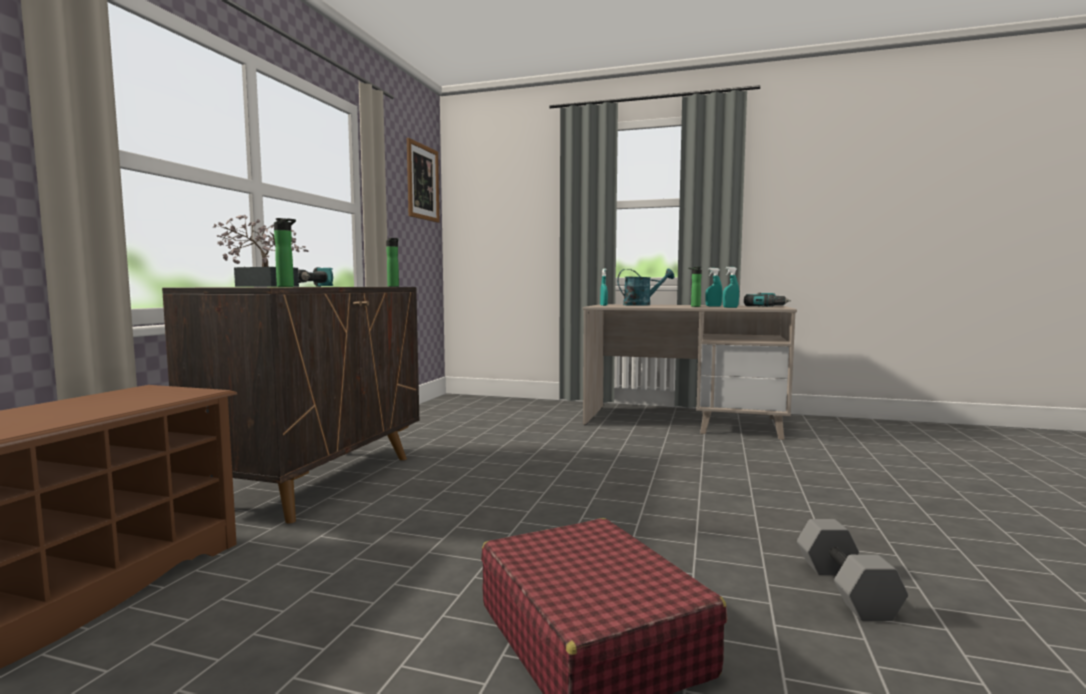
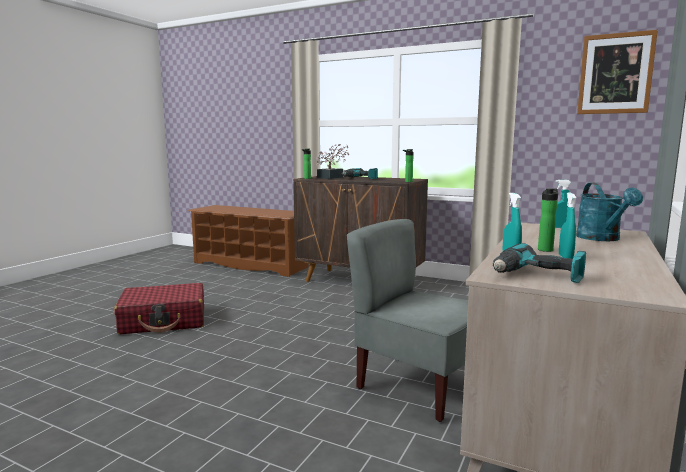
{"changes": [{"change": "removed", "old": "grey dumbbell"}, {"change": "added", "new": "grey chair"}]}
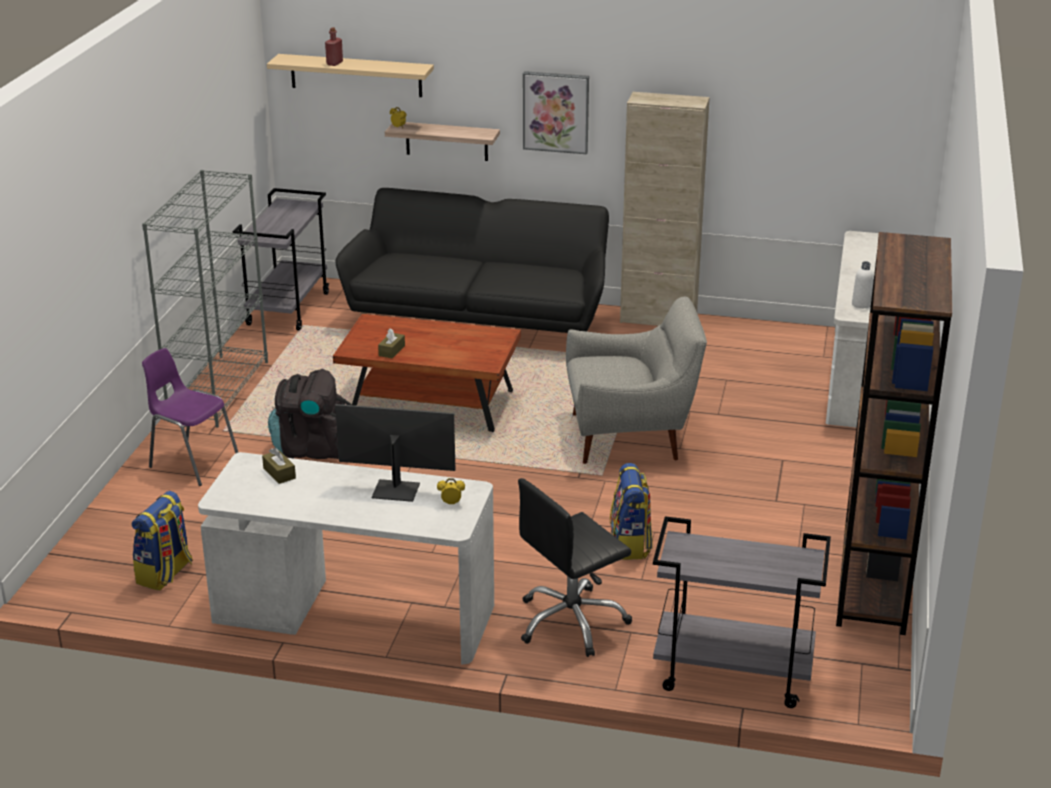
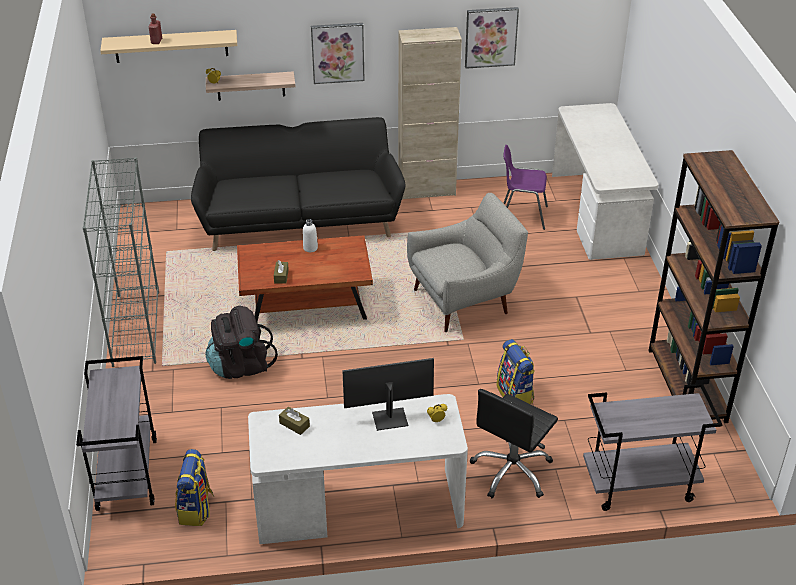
{"changes": [{"change": "added", "new": "picture (2nd from left)"}, {"change": "moved", "old": "purple chair"}, {"change": "moved", "old": "grey cart (1st from left)"}, {"change": "moved", "old": "white bottle"}]}
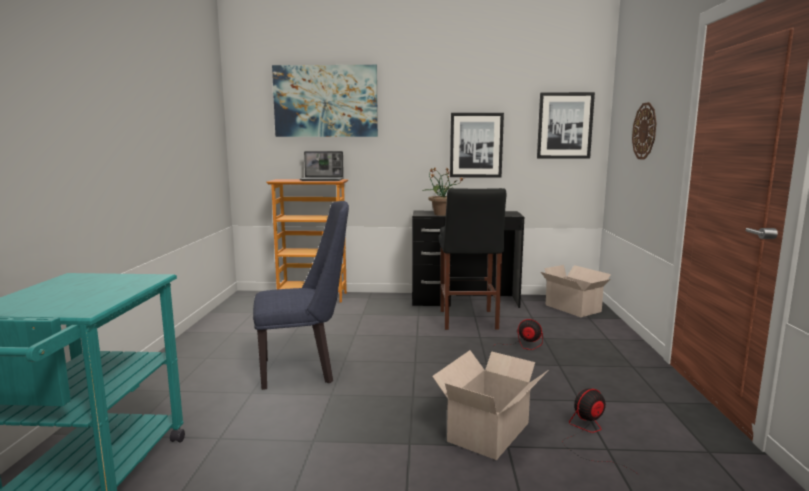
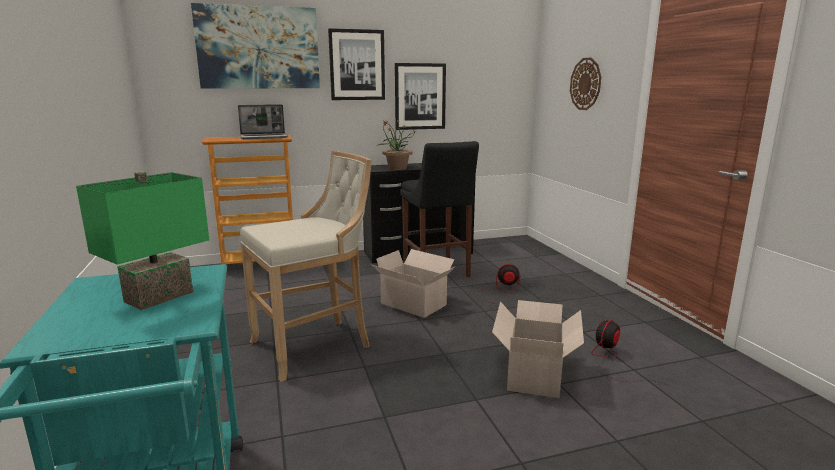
{"changes": [{"change": "added", "new": "green table lamp"}, {"change": "moved", "old": "picture (3rd from left in the first image)", "new": "picture (2nd from left)"}, {"change": "moved", "old": "cardboard box (2nd from left in the first image)", "new": "cardboard box (1st from left)"}, {"change": "replaced", "old": "blue chair", "new": "beige stool"}]}
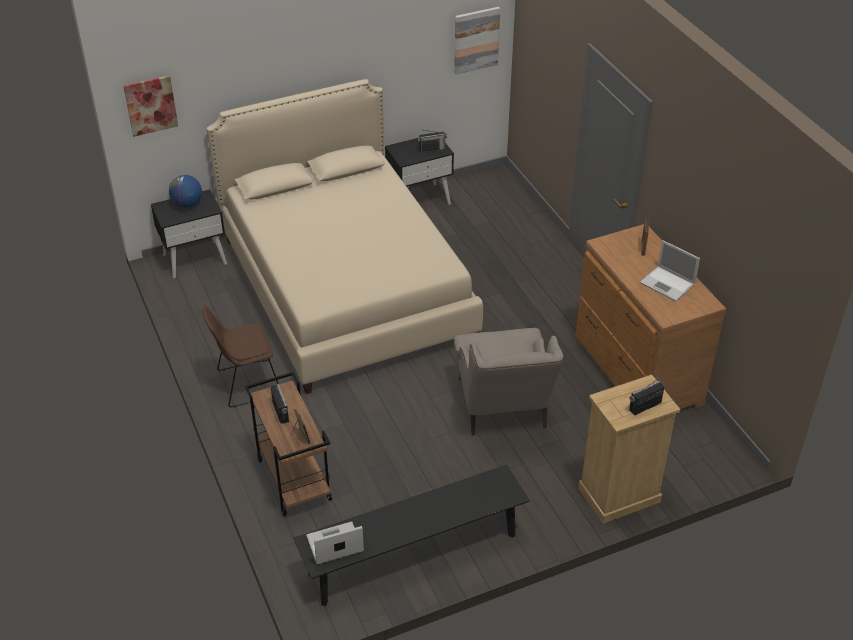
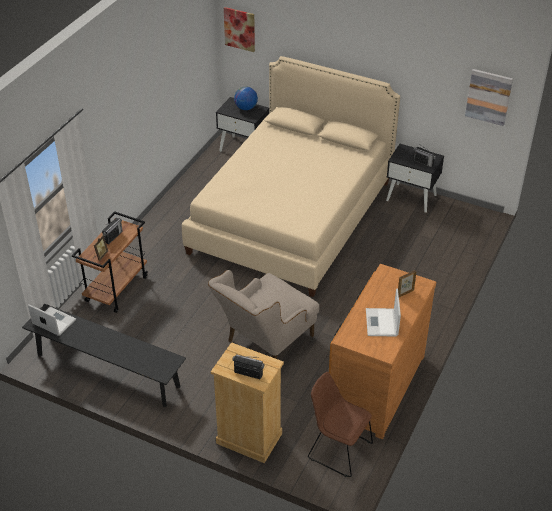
{"changes": [{"change": "moved", "old": "brown chair"}]}
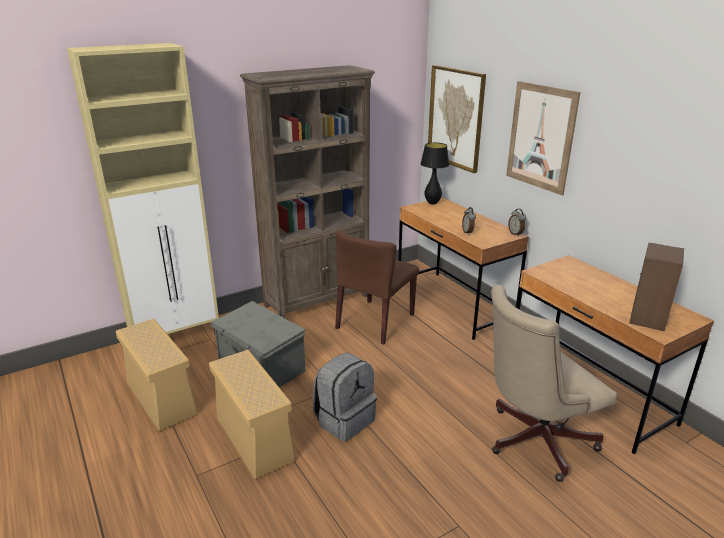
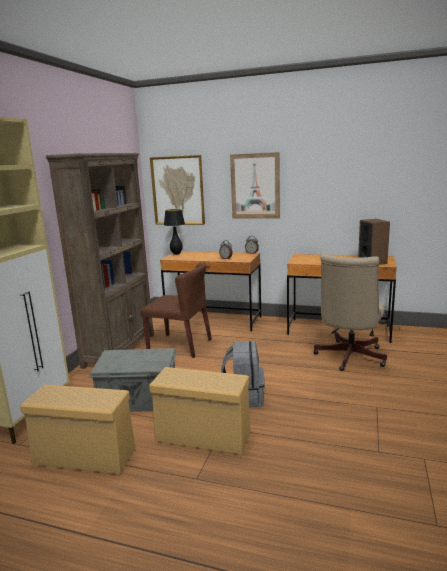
{"changes": [{"change": "turned", "old": "brown chair", "degrees": -60}]}
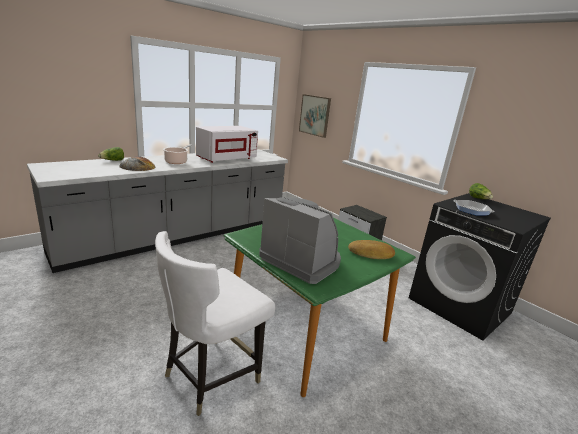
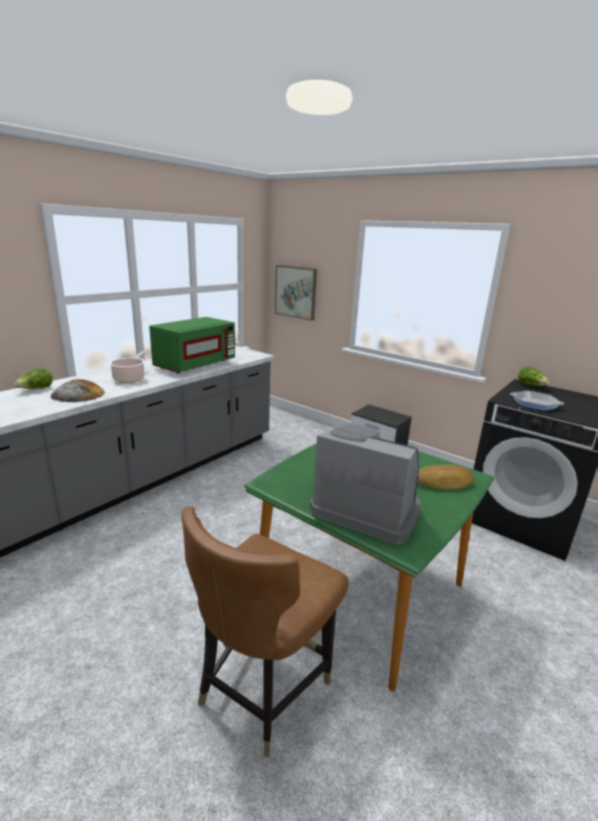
{"changes": [{"change": "recoloured", "old": "white chair", "new": "brown chair"}, {"change": "recoloured", "old": "white microwave", "new": "green microwave"}]}
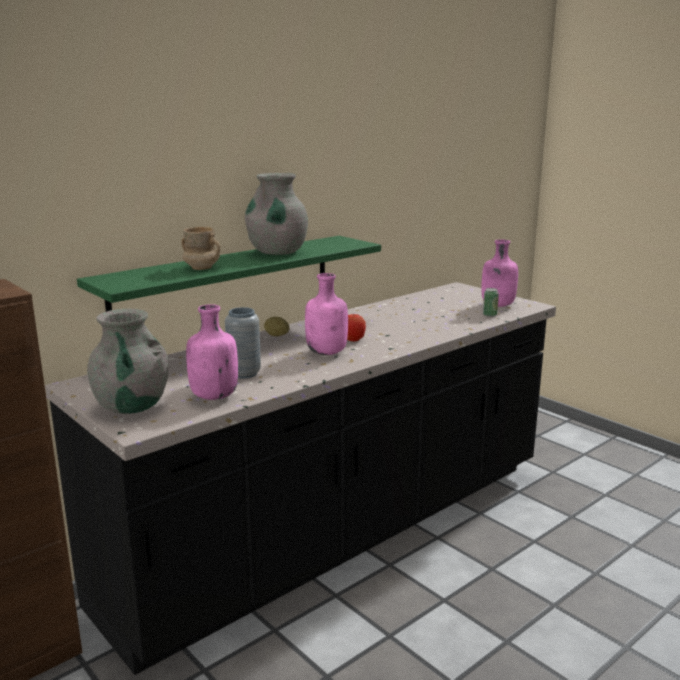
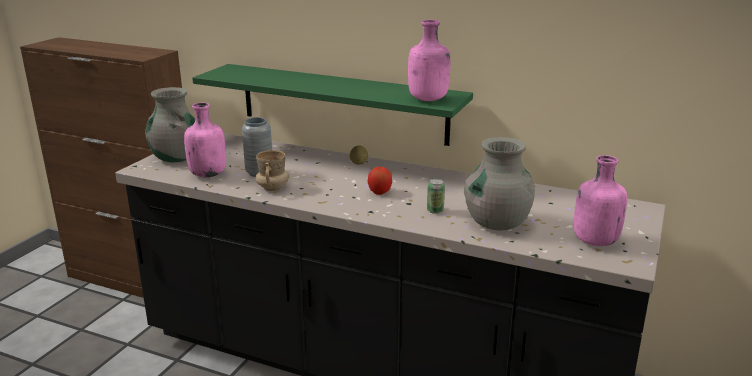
{"changes": [{"change": "moved", "old": "beige mug"}, {"change": "moved", "old": "grey vase (3rd from left)"}, {"change": "moved", "old": "pink bottle (2nd from left)"}, {"change": "moved", "old": "can"}]}
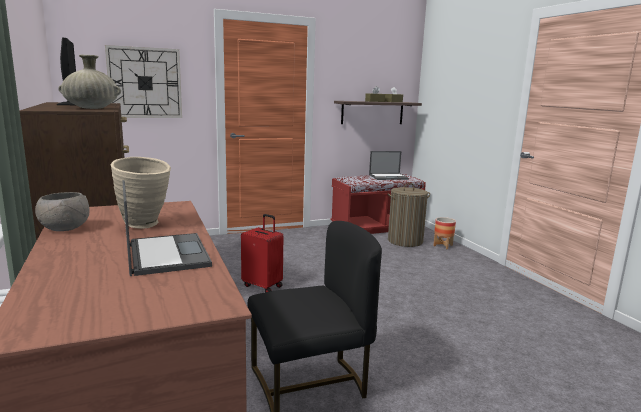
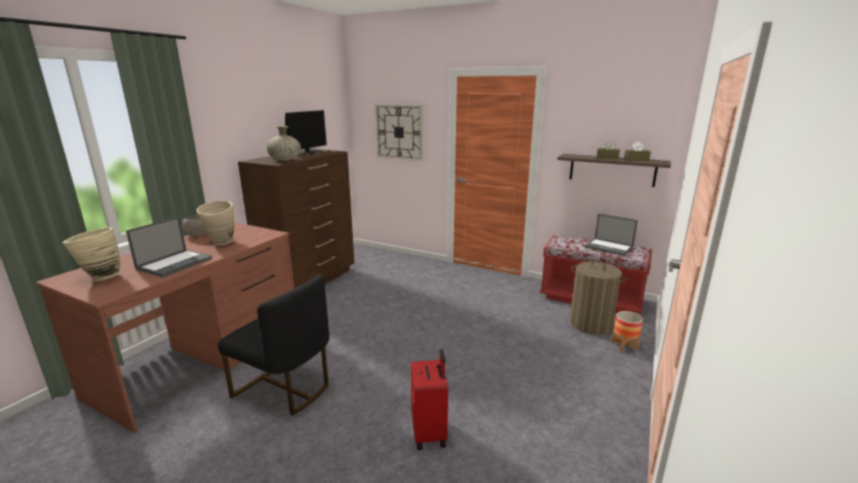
{"changes": [{"change": "added", "new": "beige vase (1st from left)"}, {"change": "moved", "old": "red suitcase"}]}
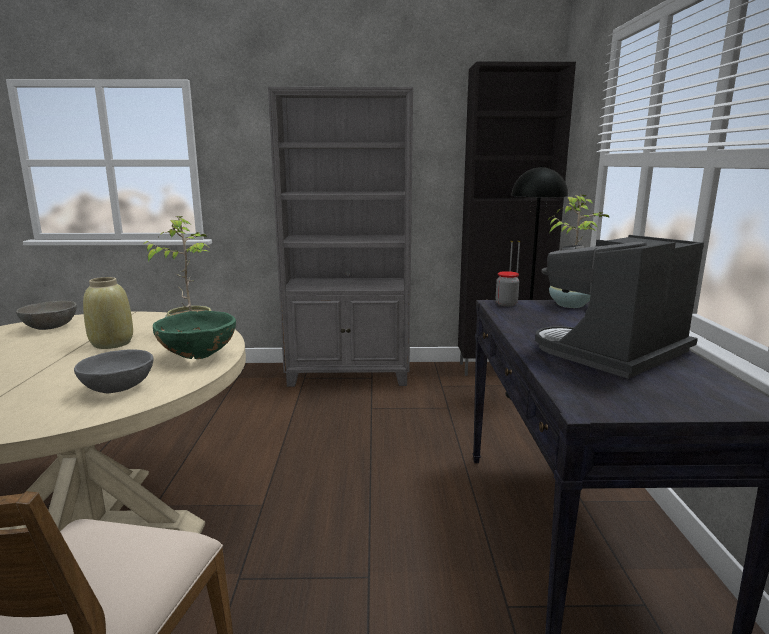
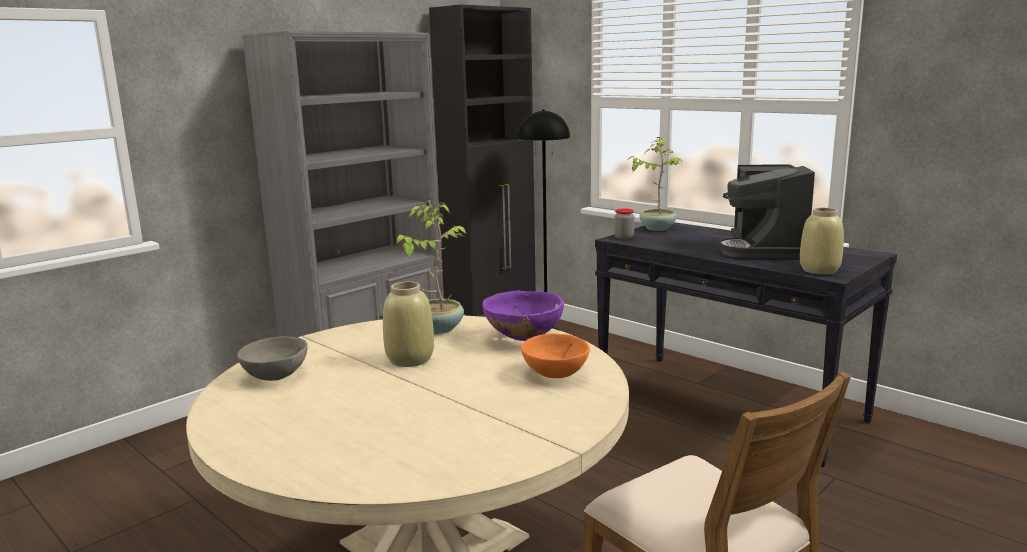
{"changes": [{"change": "added", "new": "beige vase (2nd from left)"}, {"change": "recoloured", "old": "grey bowl (2nd from left)", "new": "orange bowl"}, {"change": "recoloured", "old": "green bowl", "new": "purple bowl"}]}
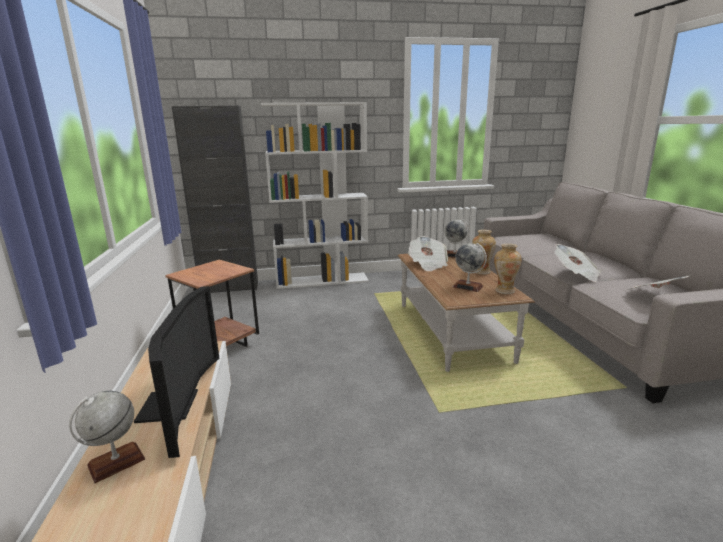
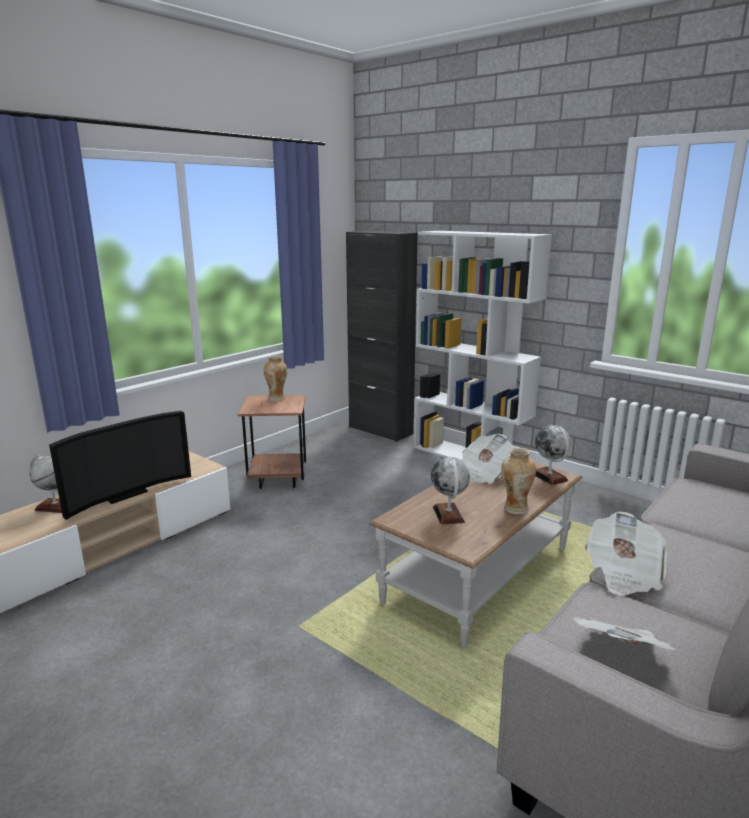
{"changes": [{"change": "moved", "old": "vase (2nd from left in the first image)", "new": "vase (1st from left)"}]}
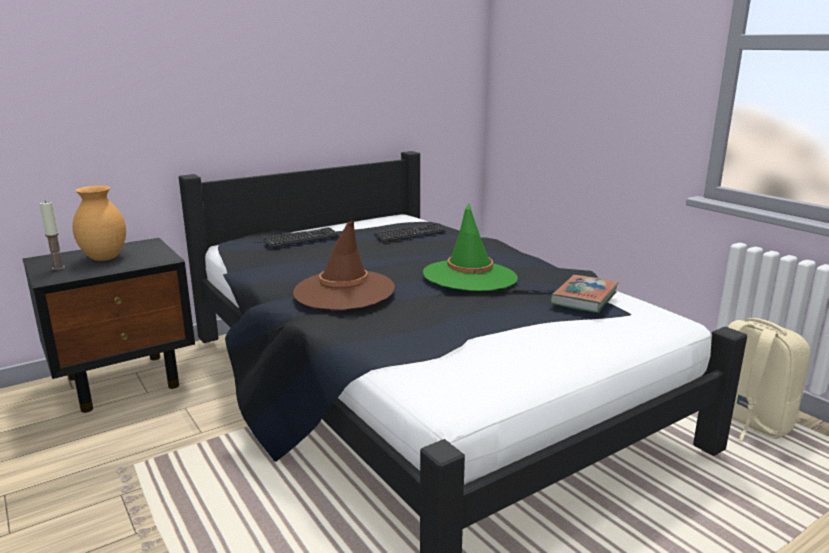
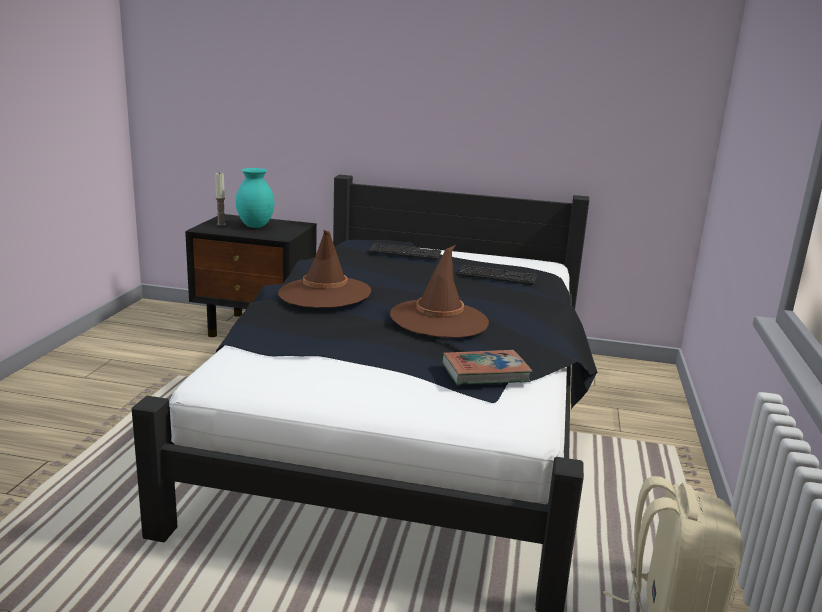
{"changes": [{"change": "recoloured", "old": "brown vase", "new": "turquoise vase"}, {"change": "recoloured", "old": "green hat", "new": "brown hat (2nd from left)"}]}
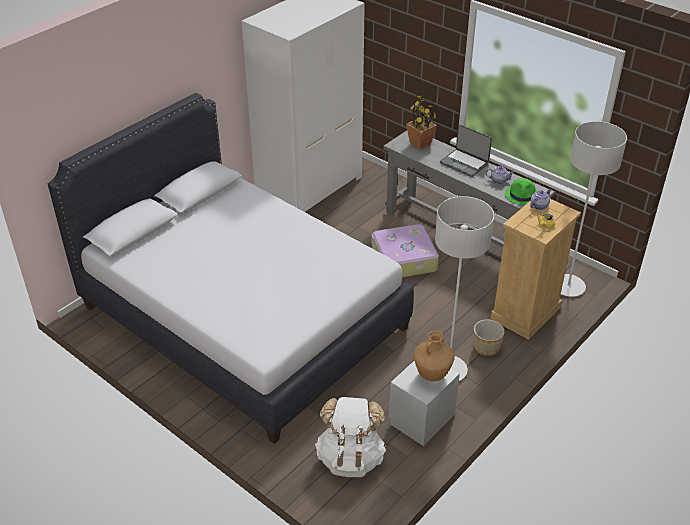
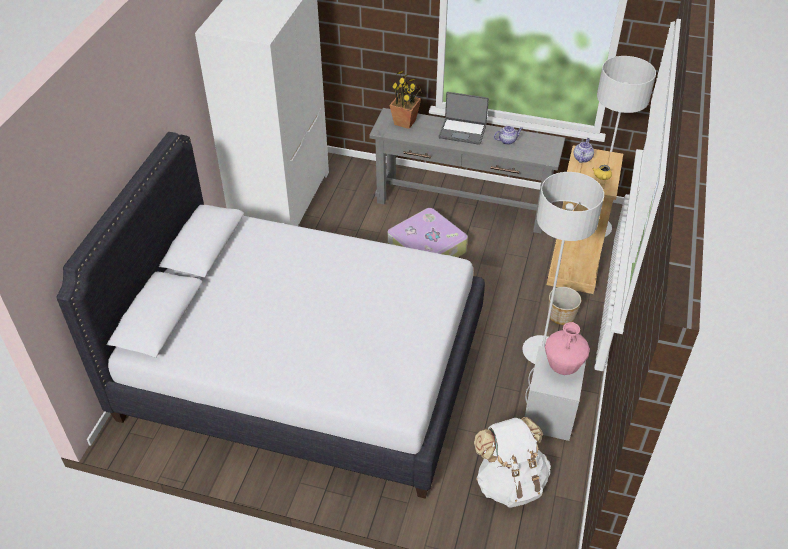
{"changes": [{"change": "removed", "old": "green hat"}, {"change": "recoloured", "old": "brown vase", "new": "pink vase"}]}
